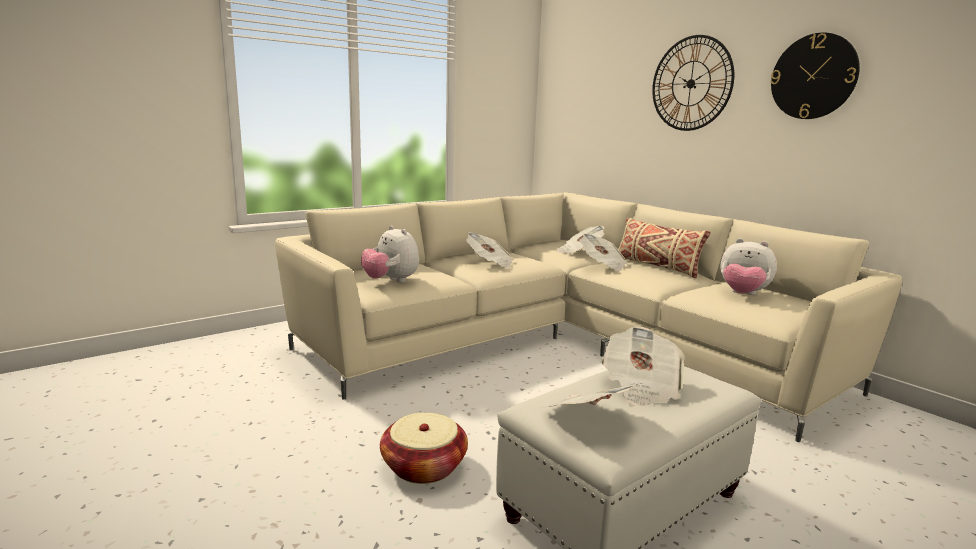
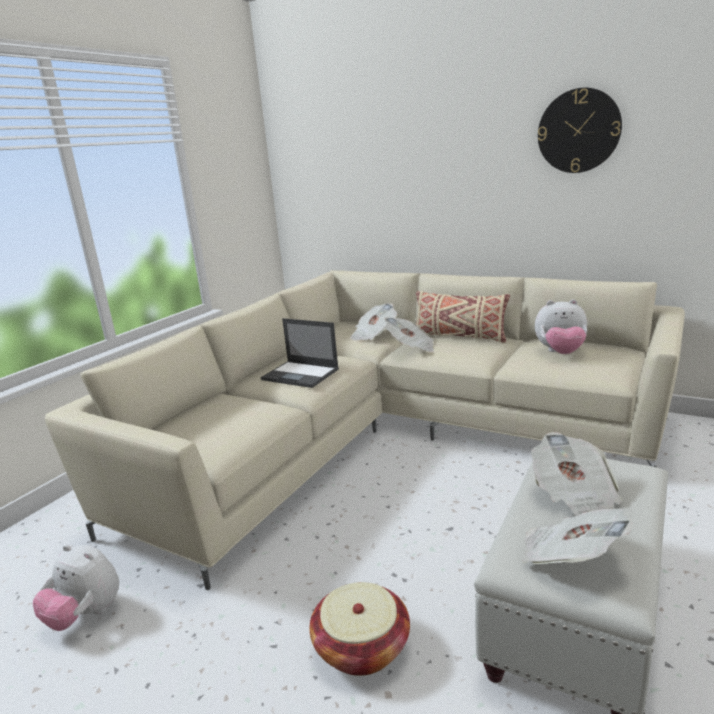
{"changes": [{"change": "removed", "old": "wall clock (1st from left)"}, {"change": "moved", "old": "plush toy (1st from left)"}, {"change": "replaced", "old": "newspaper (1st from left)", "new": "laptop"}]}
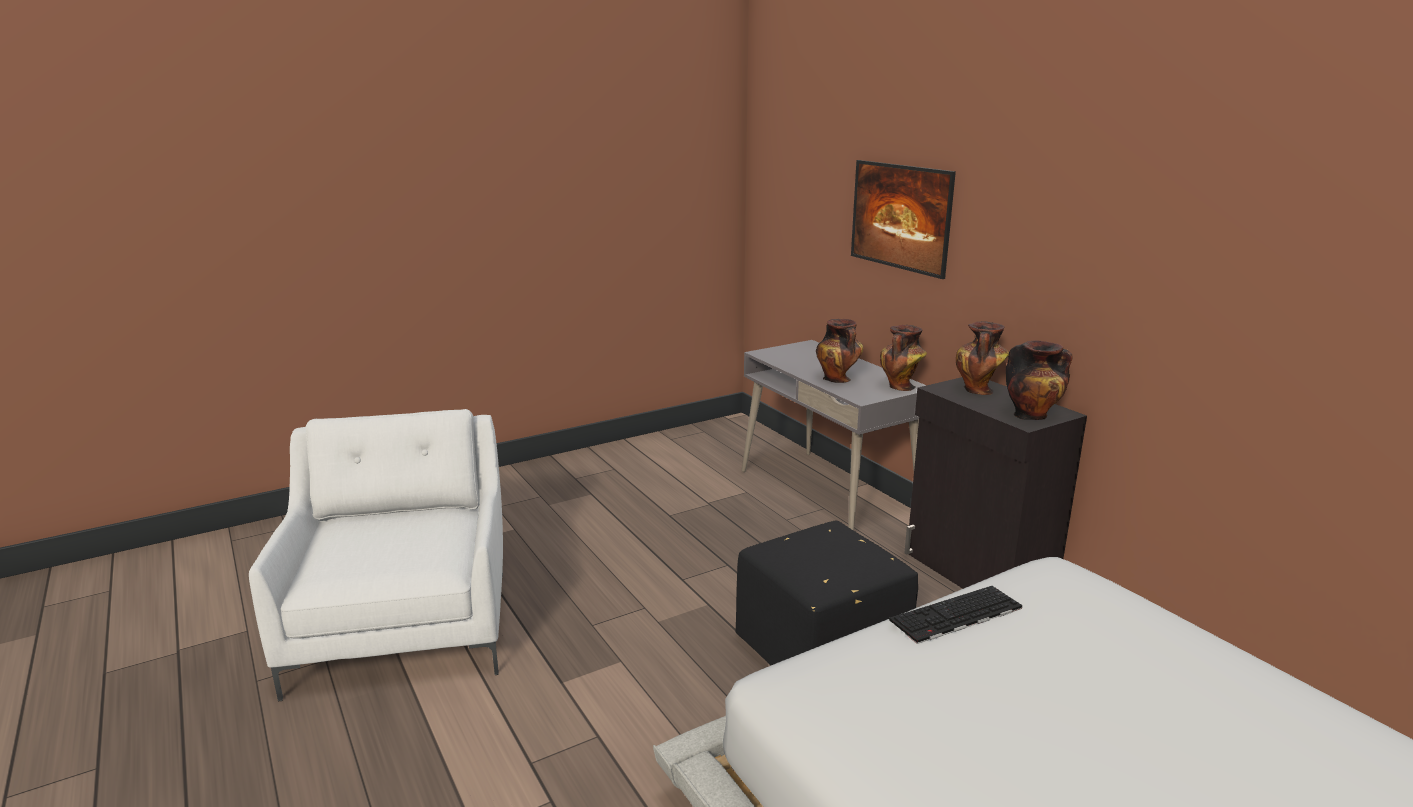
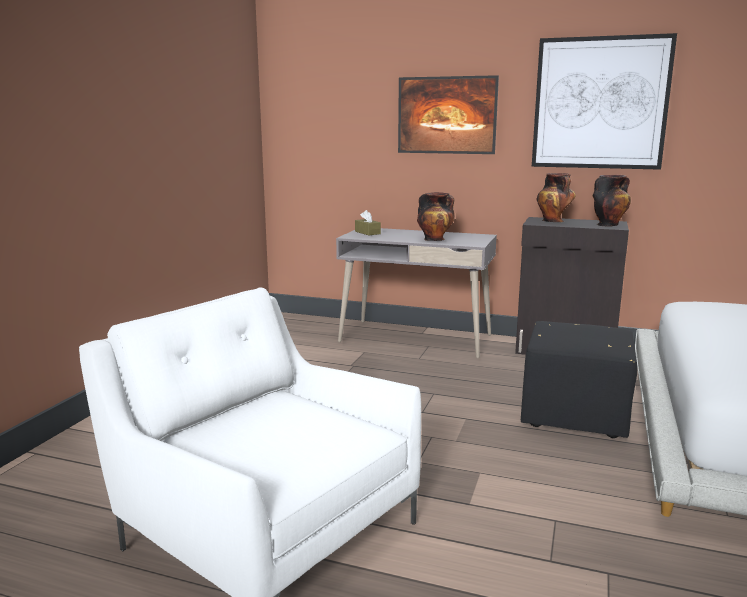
{"changes": [{"change": "removed", "old": "vase (2nd from left)"}, {"change": "removed", "old": "keyboard"}, {"change": "added", "new": "brown tissue box"}, {"change": "added", "new": "picture (2nd from left)"}]}
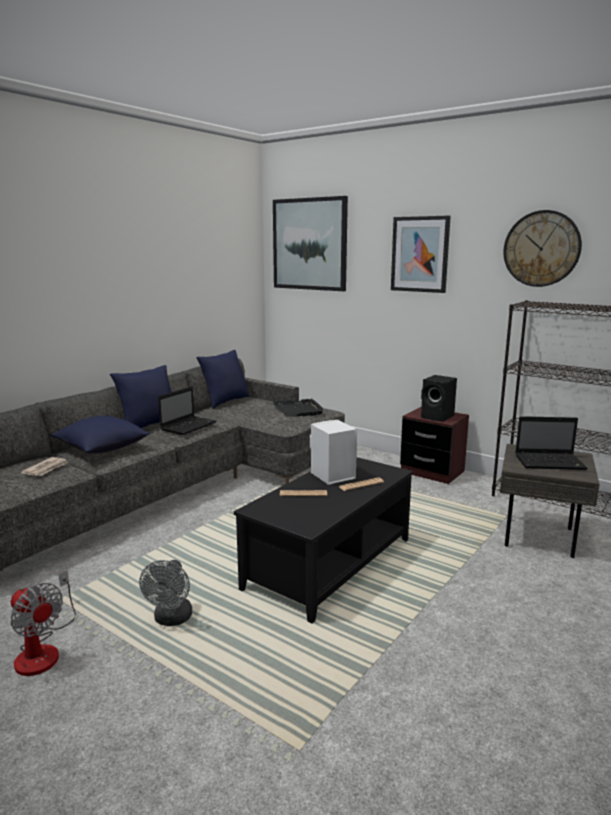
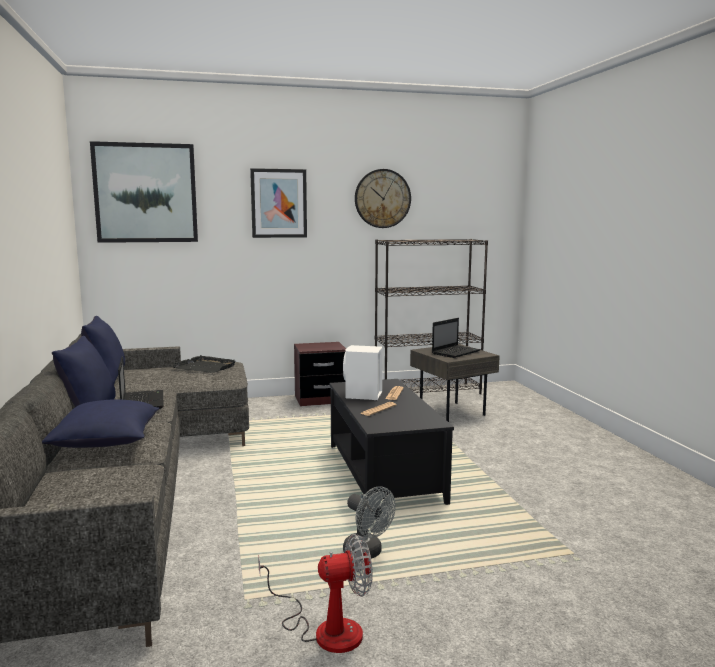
{"changes": [{"change": "removed", "old": "newspaper (1st from left)"}, {"change": "removed", "old": "black speaker"}]}
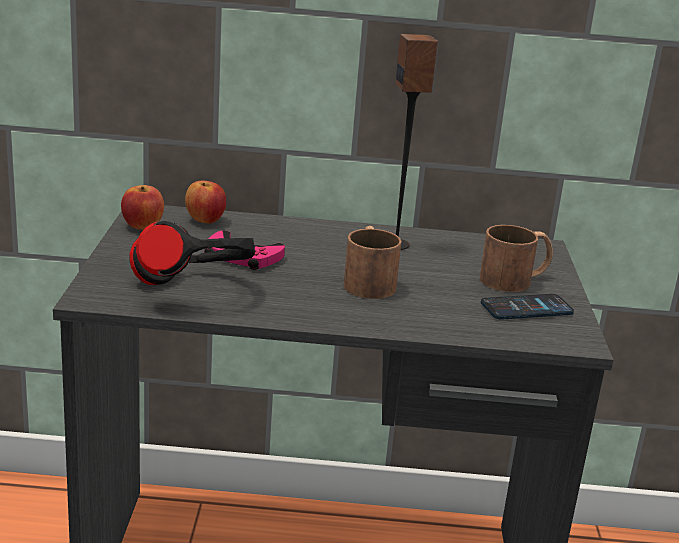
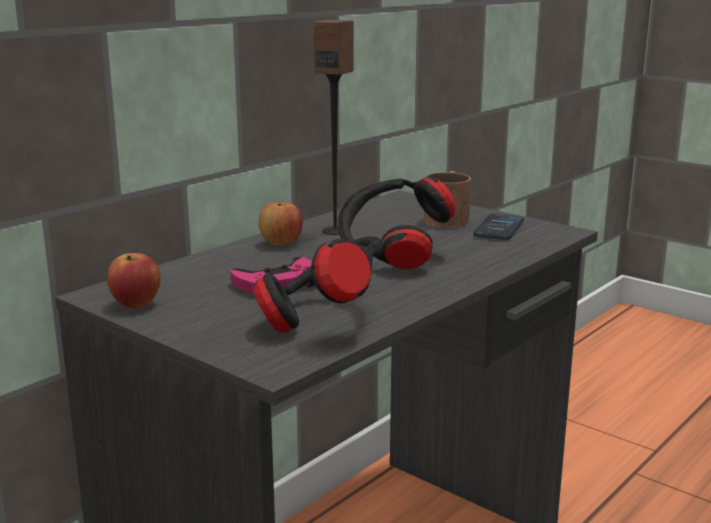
{"changes": [{"change": "moved", "old": "apple (2nd from left)"}, {"change": "replaced", "old": "brown mug (1st from left)", "new": "black headphones (2nd from left)"}]}
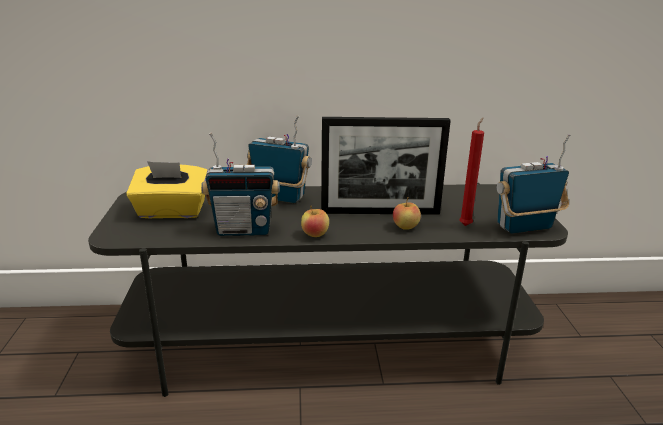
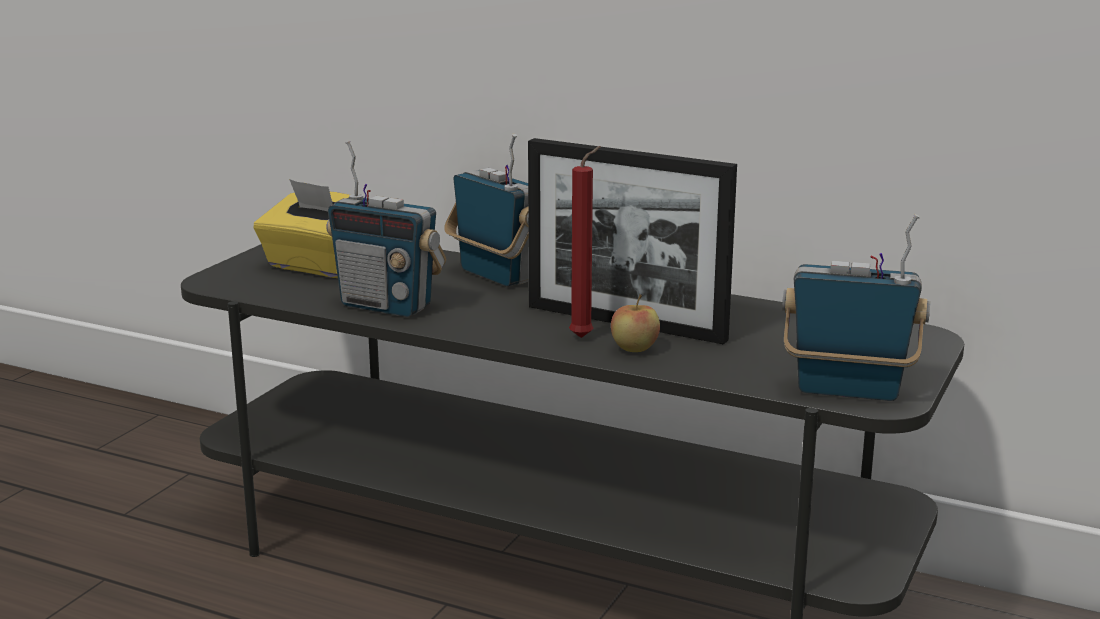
{"changes": [{"change": "removed", "old": "apple (1st from left)"}, {"change": "moved", "old": "red candle"}]}
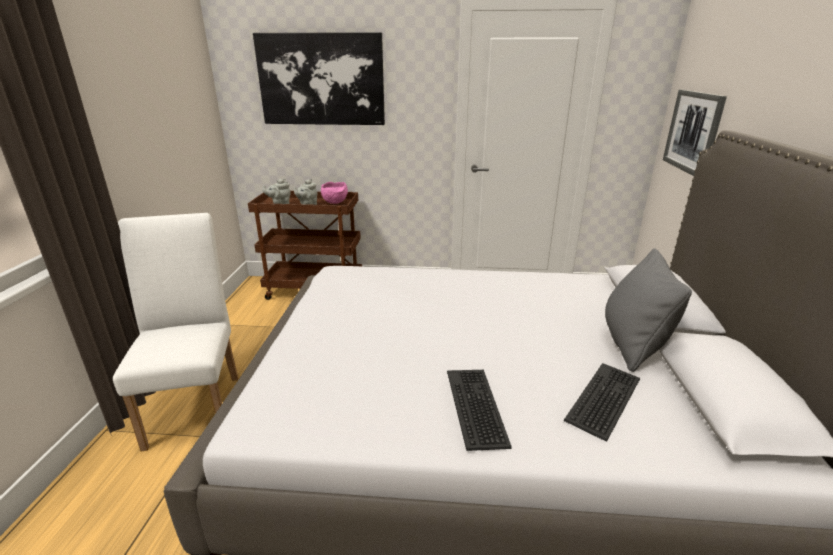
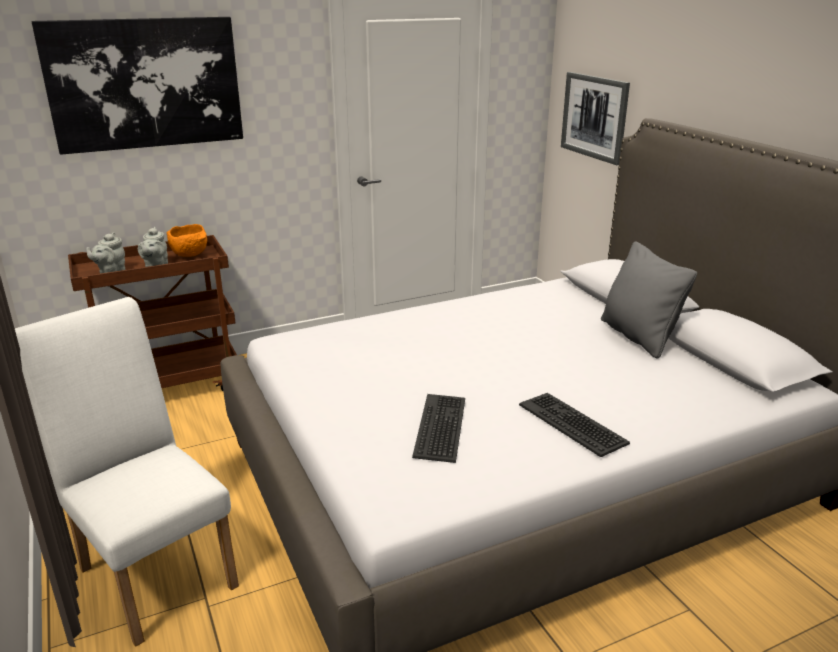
{"changes": [{"change": "moved", "old": "keyboard (2nd from left in the first image)", "new": "keyboard (1st from left)"}, {"change": "recoloured", "old": "pink bowl", "new": "orange bowl"}]}
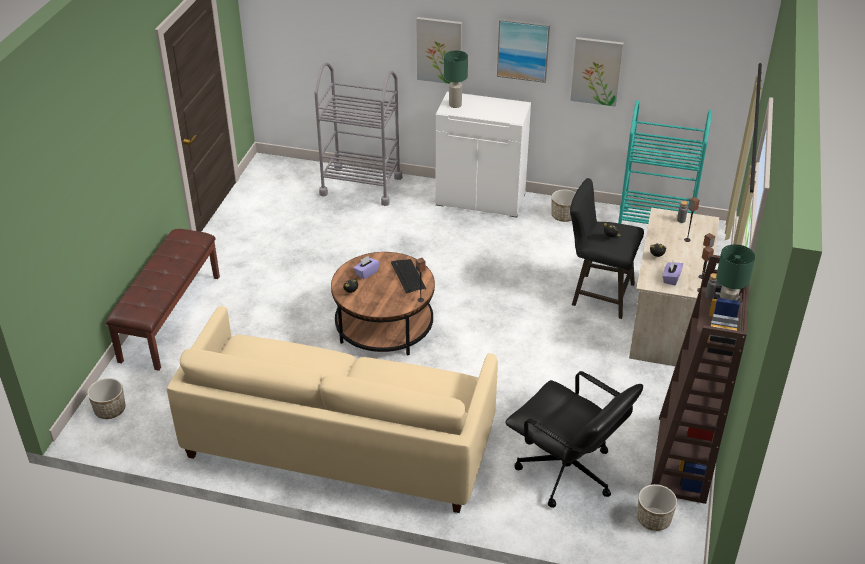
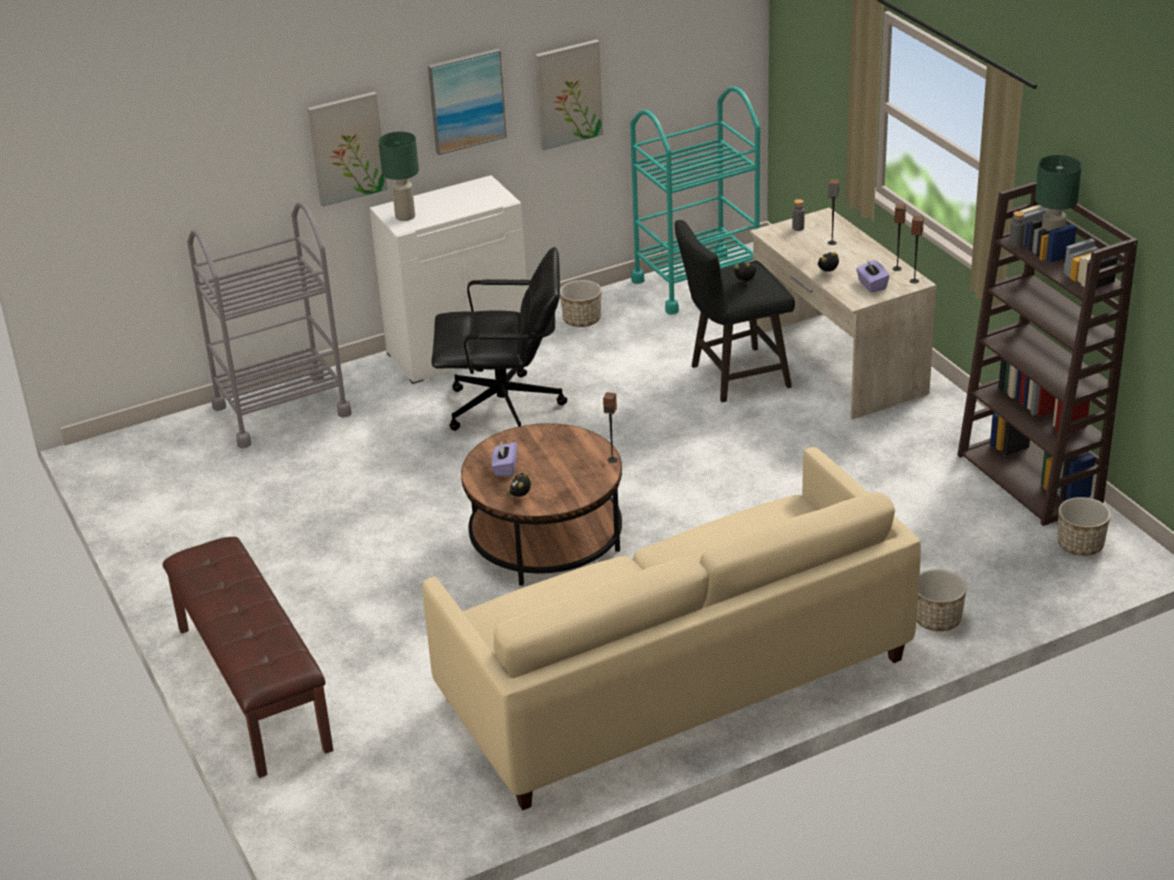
{"changes": [{"change": "removed", "old": "keyboard"}, {"change": "moved", "old": "planter (1st from left in the first image)", "new": "planter (2nd from left)"}, {"change": "moved", "old": "black office chair"}]}
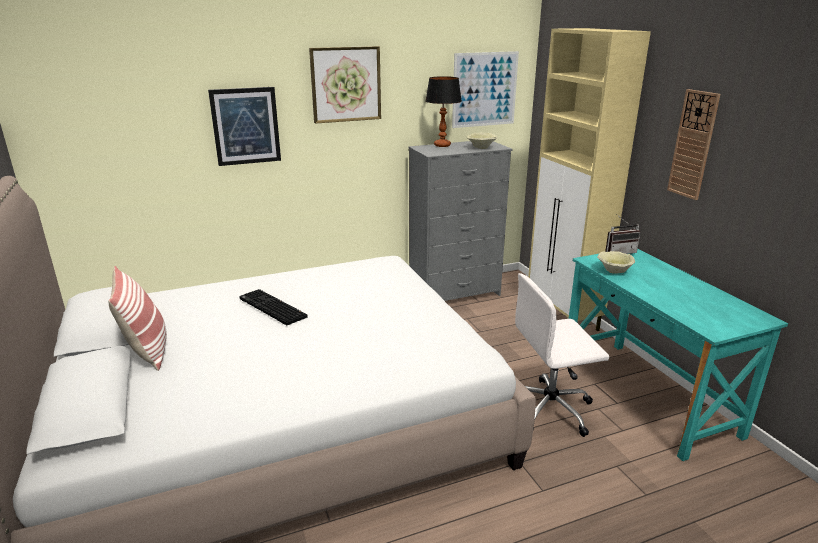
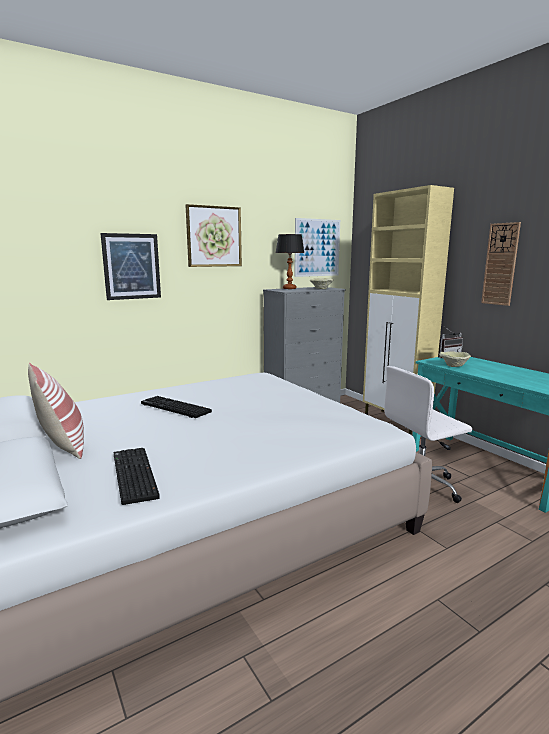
{"changes": [{"change": "added", "new": "keyboard (1st from left)"}]}
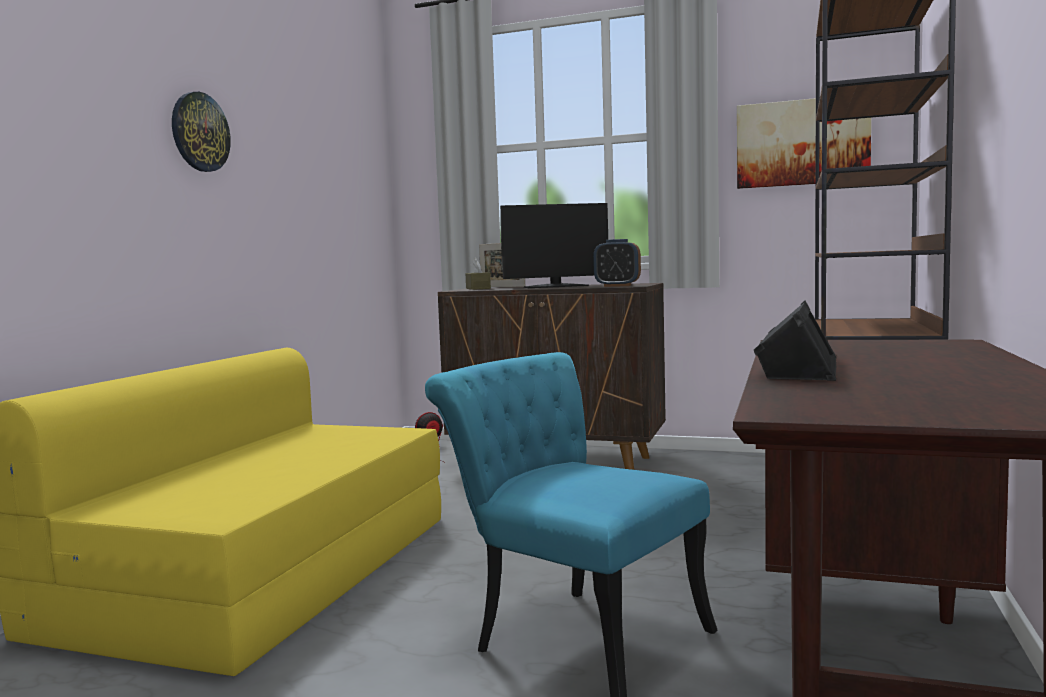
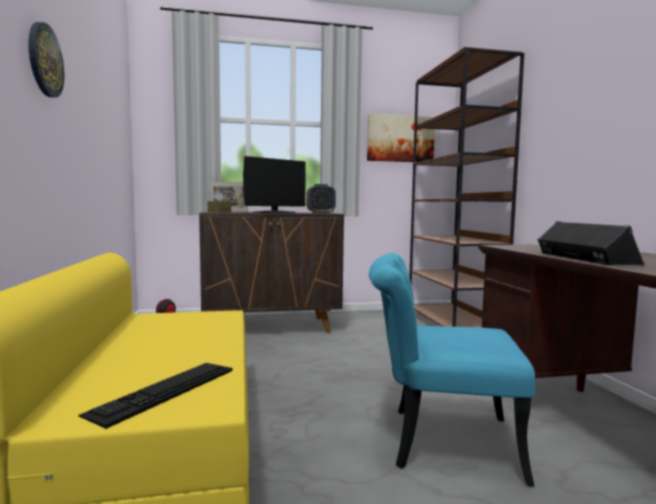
{"changes": [{"change": "added", "new": "keyboard"}]}
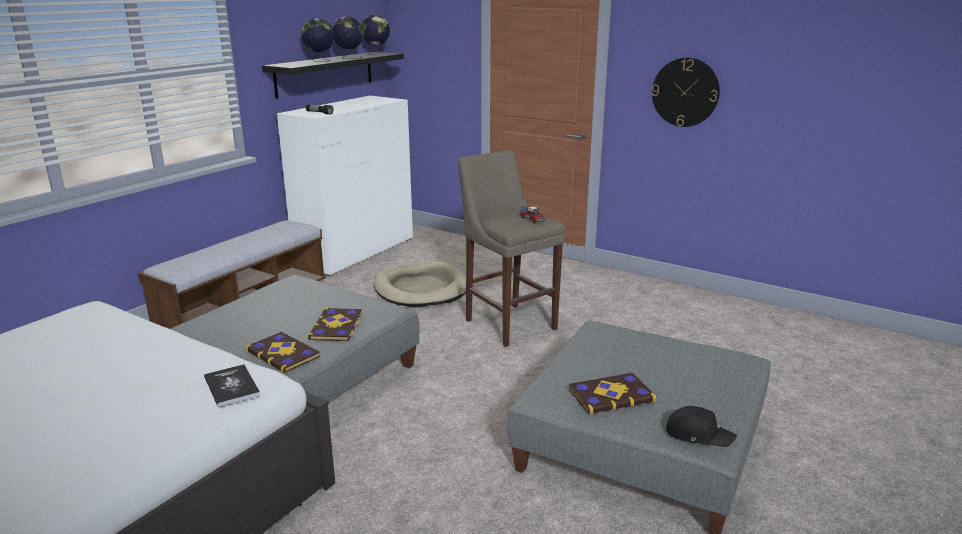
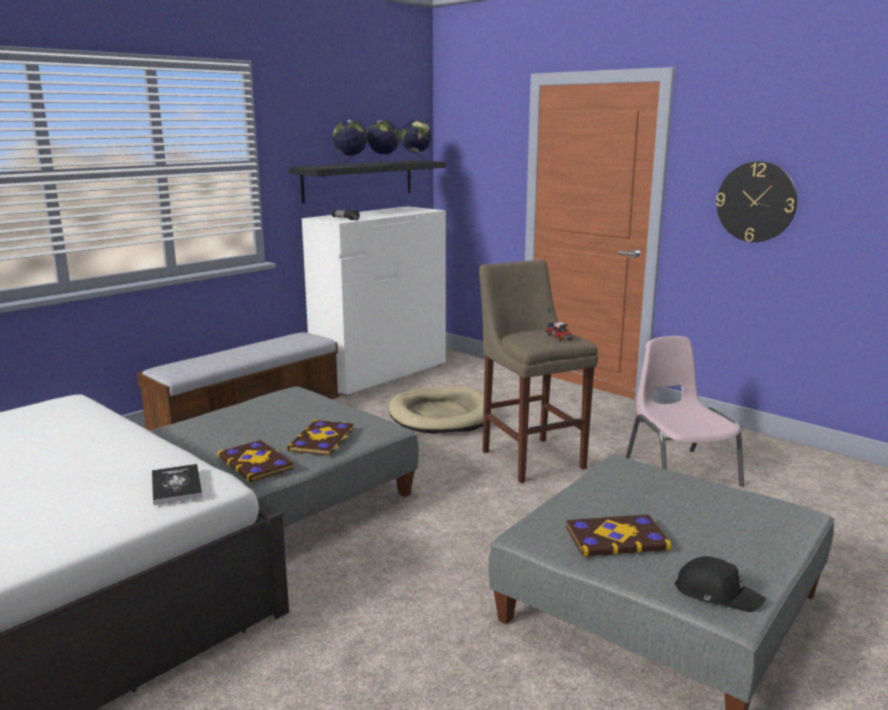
{"changes": [{"change": "added", "new": "pink chair"}]}
